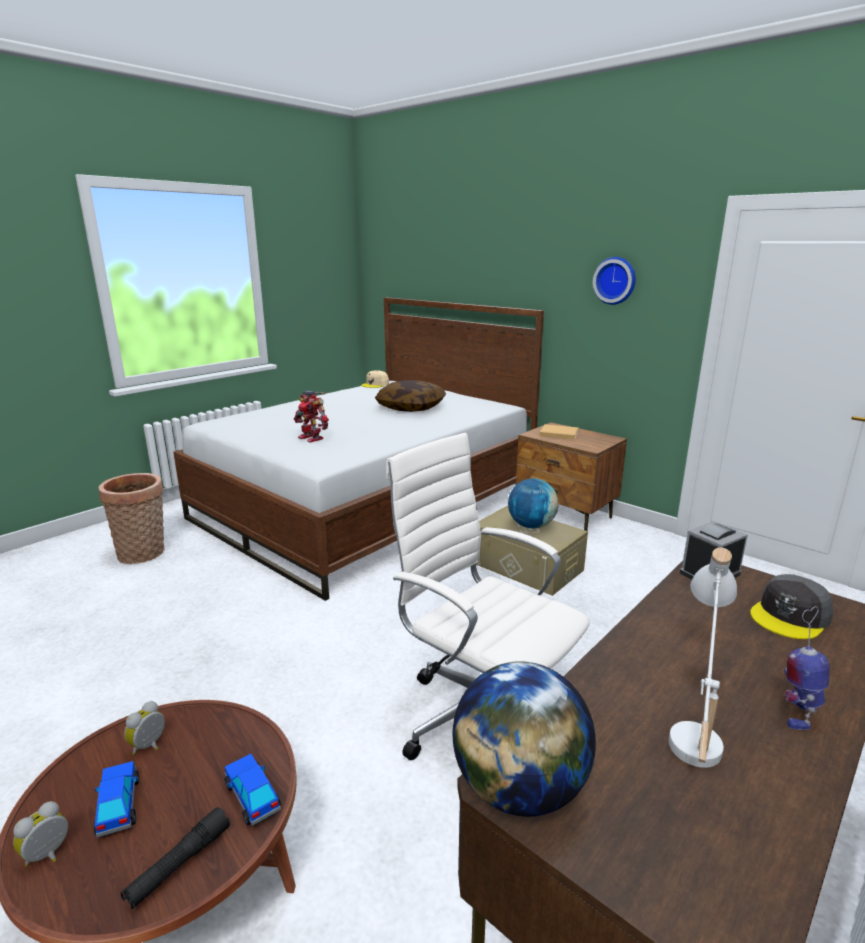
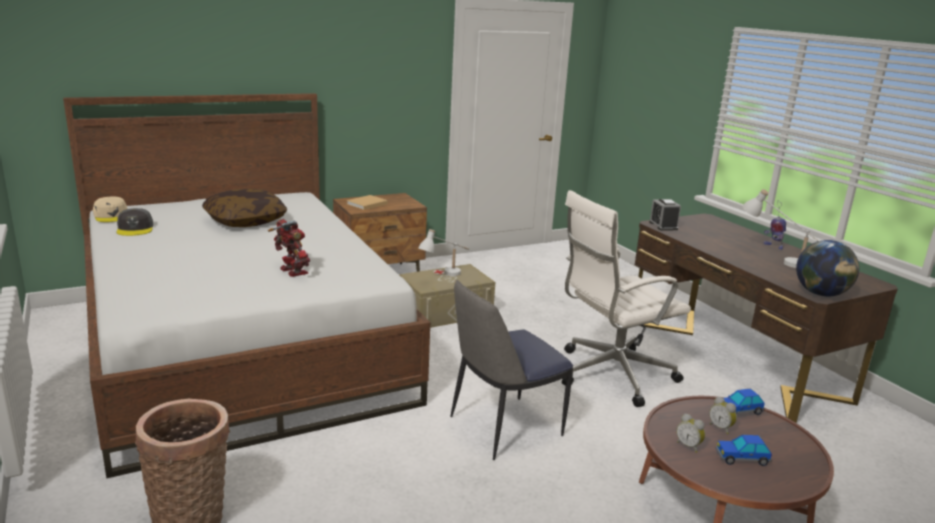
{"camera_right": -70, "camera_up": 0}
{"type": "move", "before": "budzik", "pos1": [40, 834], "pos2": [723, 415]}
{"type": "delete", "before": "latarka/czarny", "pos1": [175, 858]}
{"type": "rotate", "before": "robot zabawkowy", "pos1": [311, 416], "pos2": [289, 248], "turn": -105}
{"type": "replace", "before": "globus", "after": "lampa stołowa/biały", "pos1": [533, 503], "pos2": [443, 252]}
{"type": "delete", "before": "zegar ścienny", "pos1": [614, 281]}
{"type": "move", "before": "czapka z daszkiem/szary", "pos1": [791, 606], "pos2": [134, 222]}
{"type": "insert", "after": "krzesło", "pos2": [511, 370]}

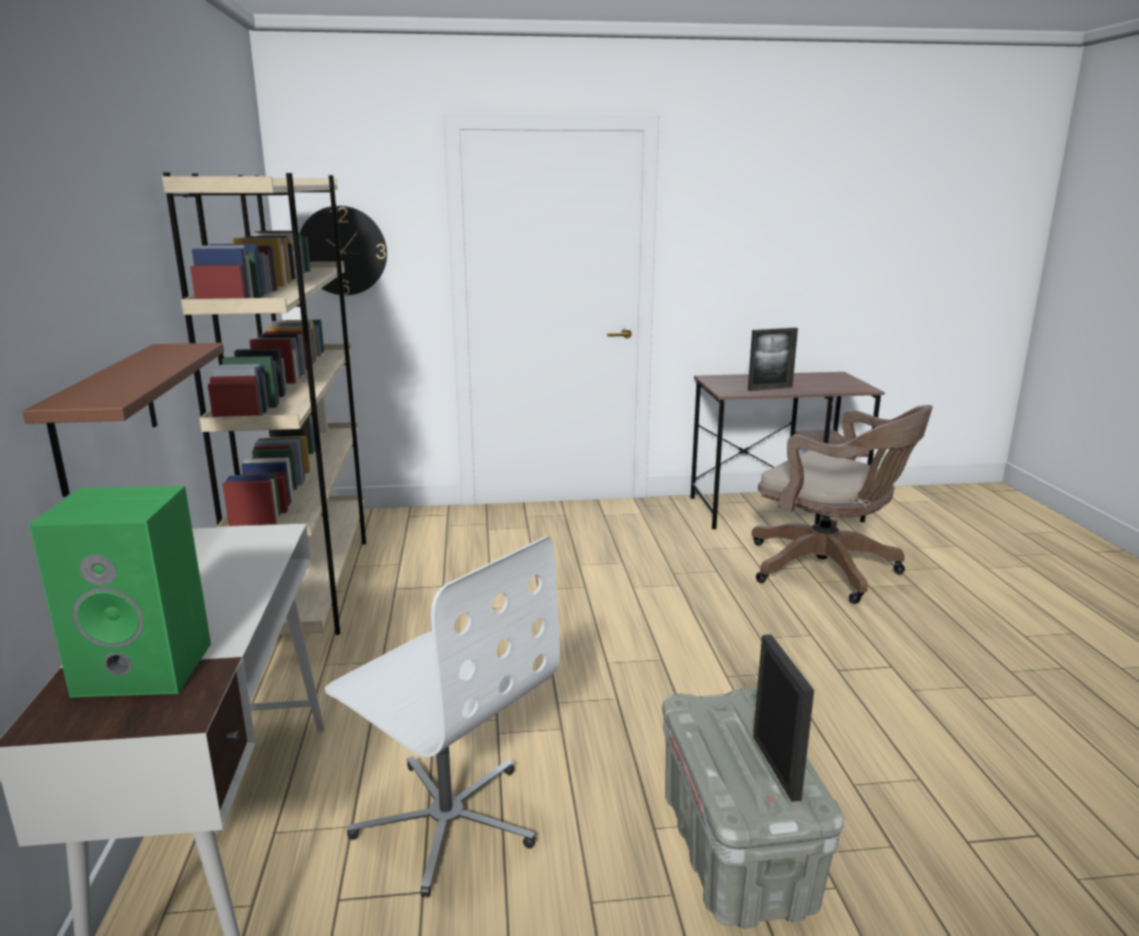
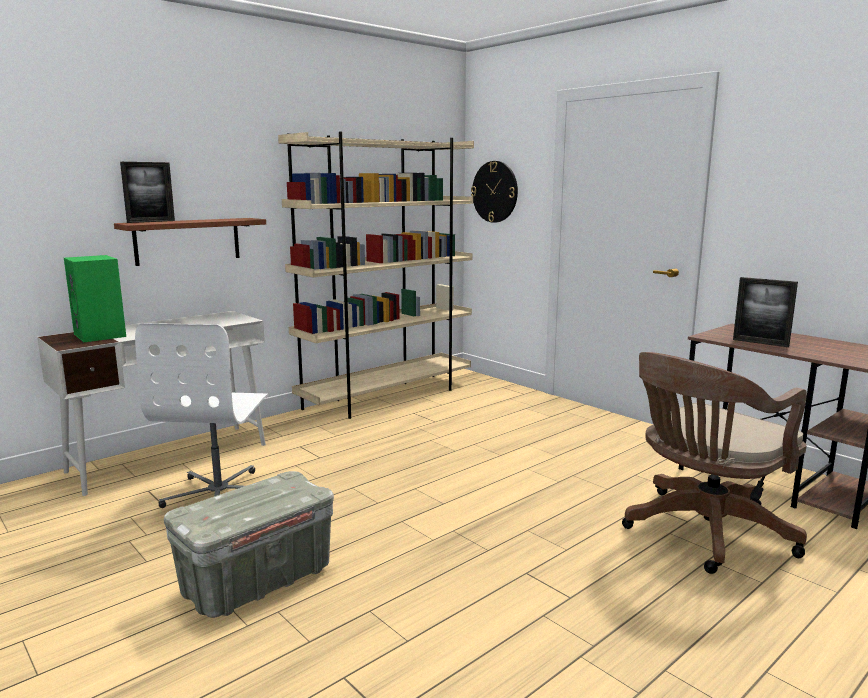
{"camera_right": 55, "camera_up": -5}
{"type": "rotate", "before": "krzesło biurowe/brązowy", "pos1": [842, 504], "pos2": [714, 463], "turn": 45}
{"type": "move", "before": "ramka na zdjęcie", "pos1": [783, 718], "pos2": [147, 192]}

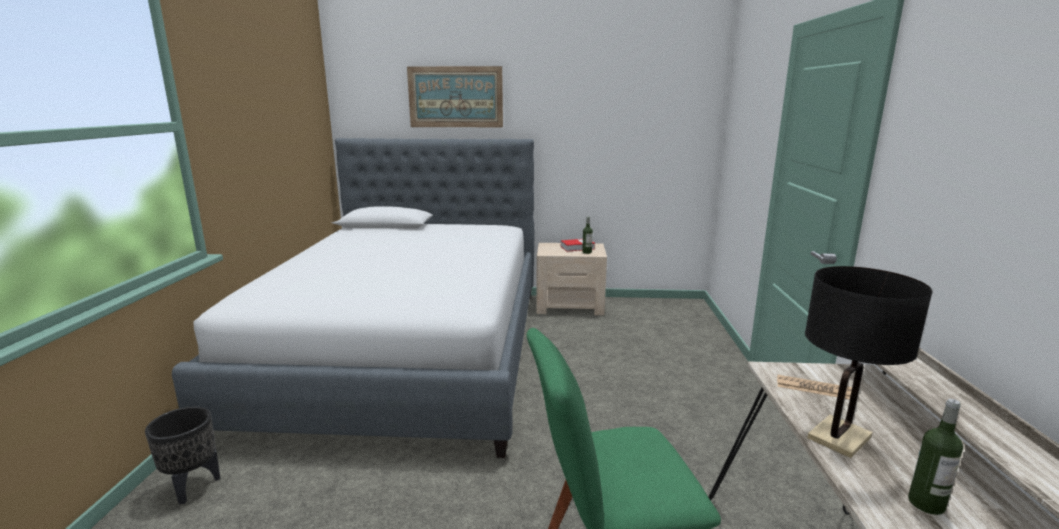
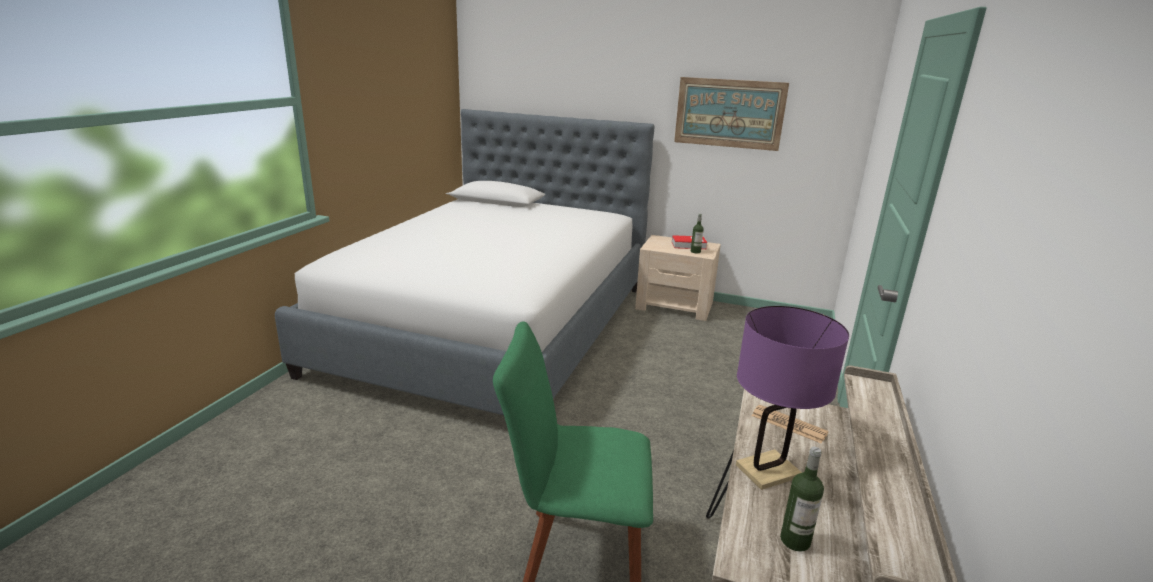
{"camera_right": 15, "camera_up": 5}
{"type": "delete", "before": "donica/czarny", "pos1": [182, 455]}
{"type": "move", "before": "obraz", "pos1": [455, 96], "pos2": [731, 114]}
{"type": "recolor", "before": "lampa stołowa/czarny", "after": "lampa stołowa/fioletowy", "pos1": [868, 362], "pos2": [792, 398]}

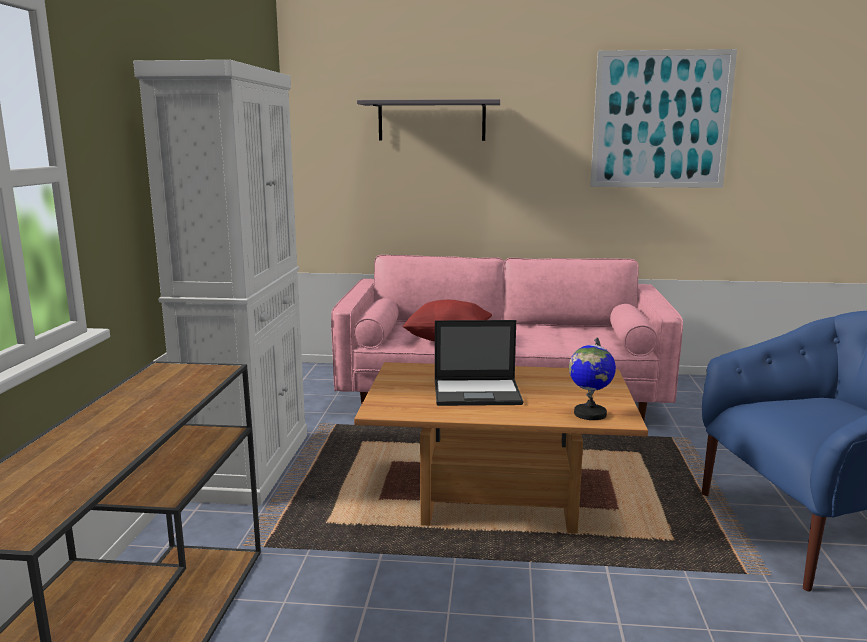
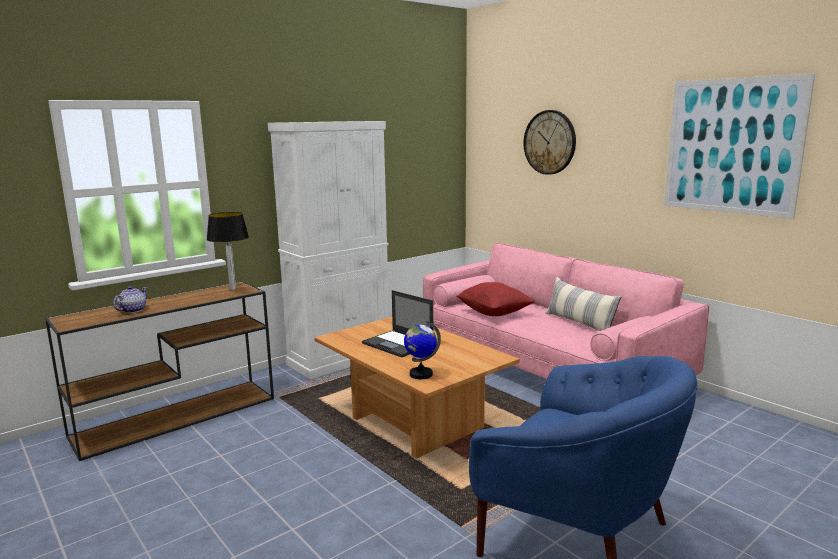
{"camera_right": 45, "camera_up": 0}
{"type": "replace", "before": "półka/szary", "after": "zegar ścienny", "pos1": [428, 120], "pos2": [549, 142]}
{"type": "insert", "after": "imbryk", "pos2": [130, 299]}
{"type": "insert", "after": "lampa stołowa", "pos2": [228, 251]}
{"type": "insert", "after": "poduszka", "pos2": [583, 304]}

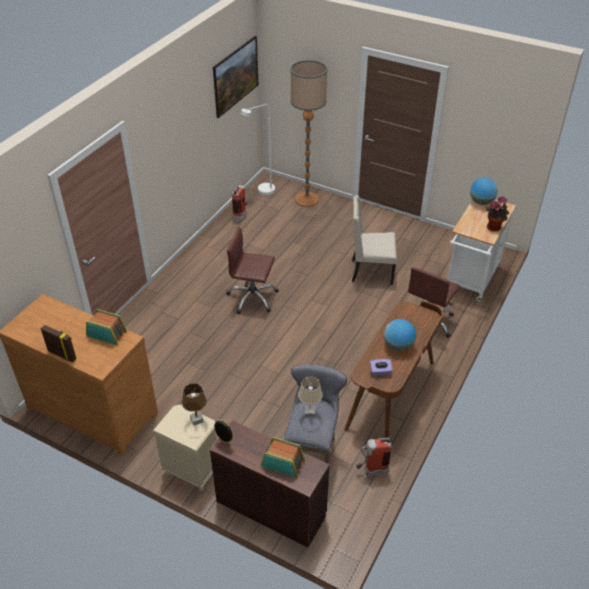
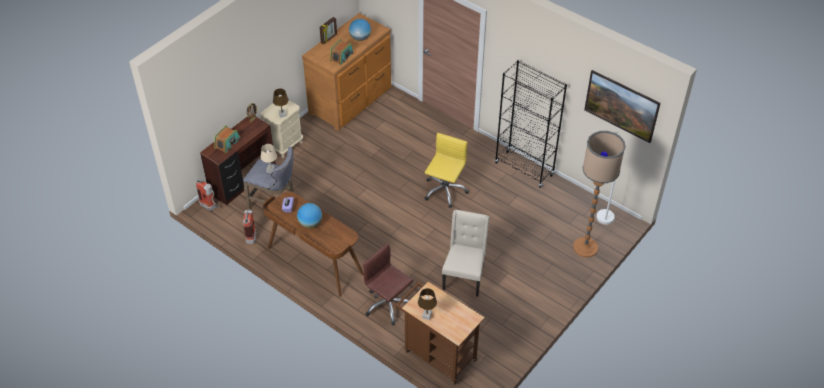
{"camera_right": 100, "camera_up": 5}
{"type": "recolor", "before": "krzesło biurowe/brązowy", "after": "krzesło biurowe/żółty", "pos1": [252, 270], "pos2": [446, 170]}
{"type": "move", "before": "gaśnica", "pos1": [239, 203], "pos2": [207, 195]}
{"type": "recolor", "before": "wózek/biały", "after": "wózek/brązowy", "pos1": [481, 250], "pos2": [439, 333]}
{"type": "move", "before": "globus", "pos1": [484, 191], "pos2": [360, 30]}
{"type": "replace", "before": "roślina doniczkowa", "after": "lampa stołowa/brązowy", "pos1": [497, 213], "pos2": [427, 304]}
{"type": "insert", "after": "regał/czarny", "pos2": [531, 124]}

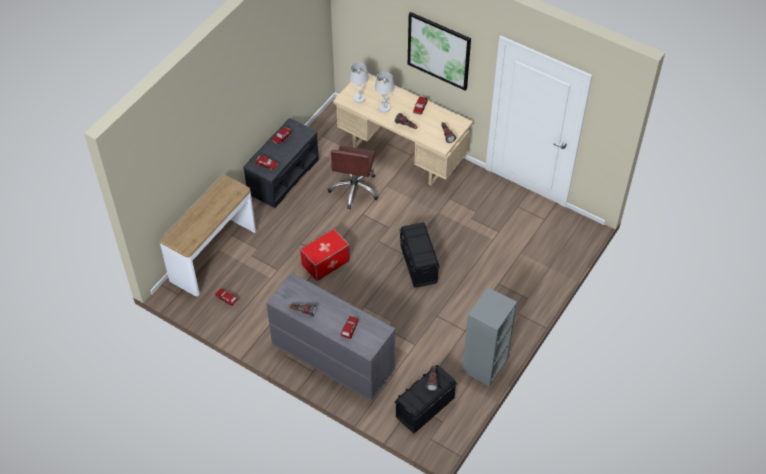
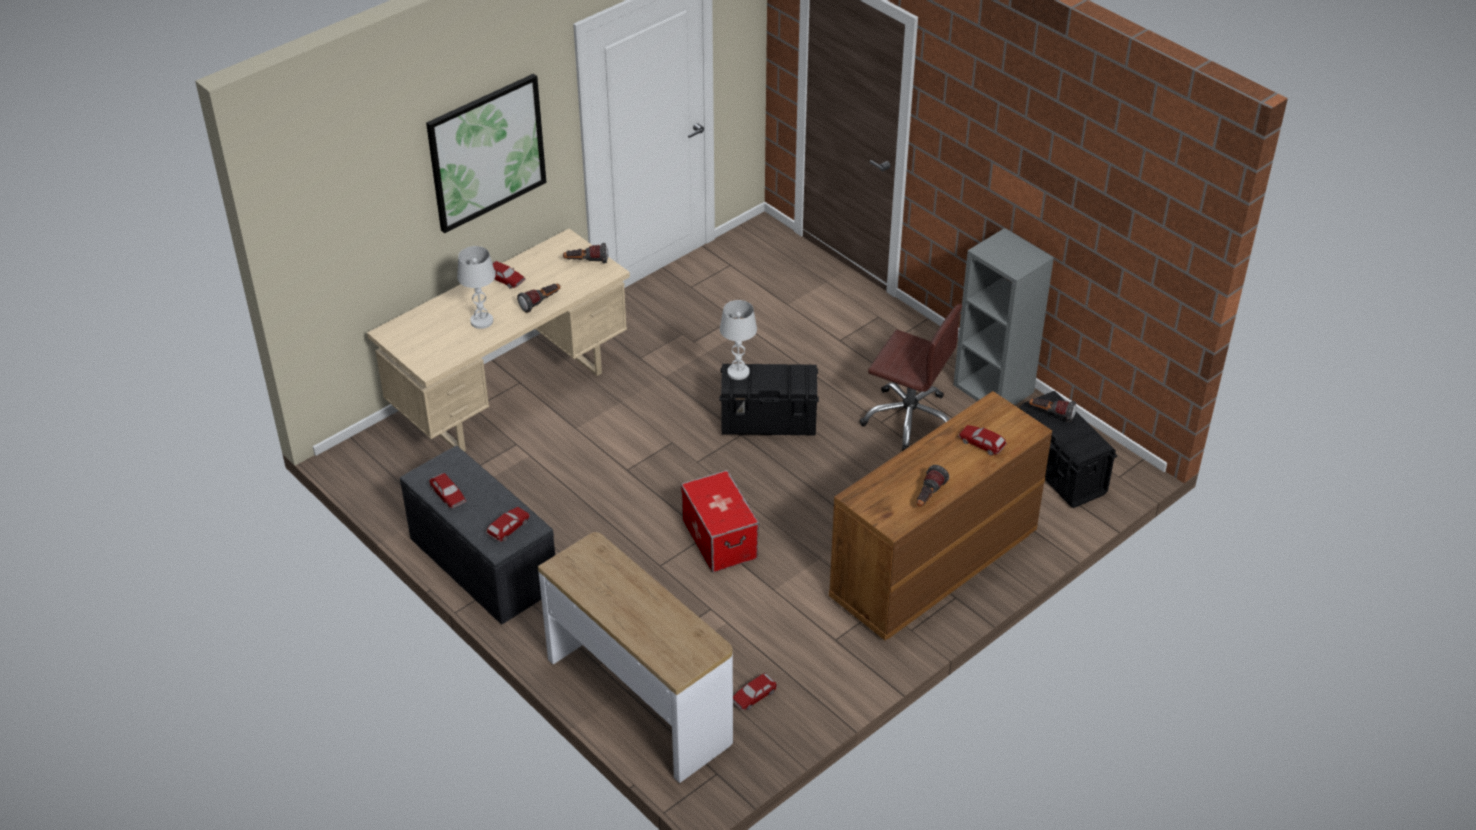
{"camera_right": -75, "camera_up": -10}
{"type": "recolor", "before": "komoda/szary", "after": "komoda/brązowy", "pos1": [330, 337], "pos2": [940, 515]}
{"type": "move", "before": "krzesło biurowe/brązowy", "pos1": [353, 177], "pos2": [910, 377]}
{"type": "move", "before": "lampa stołowa/biały", "pos1": [359, 83], "pos2": [738, 340]}

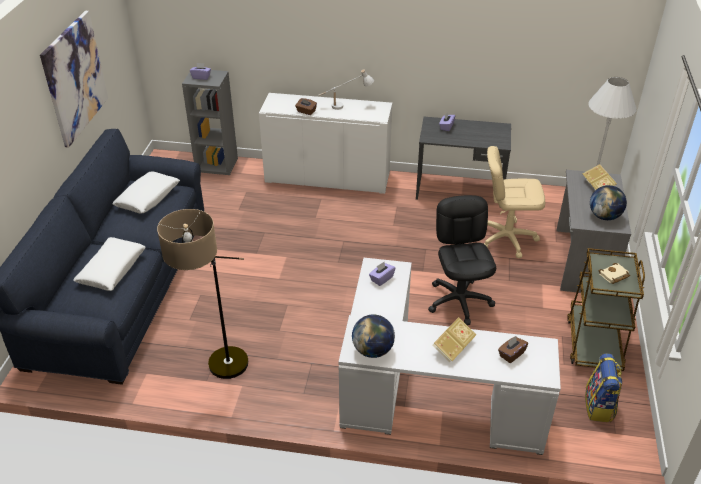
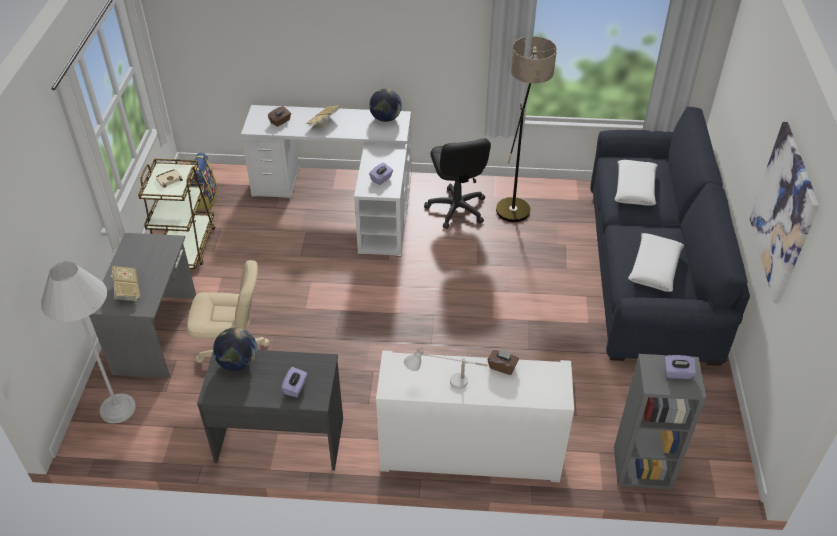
{"camera_right": 175, "camera_up": 5}
{"type": "move", "before": "krzesło biurowe/czarny", "pos1": [462, 260], "pos2": [457, 183]}
{"type": "move", "before": "globus", "pos1": [608, 202], "pos2": [235, 349]}

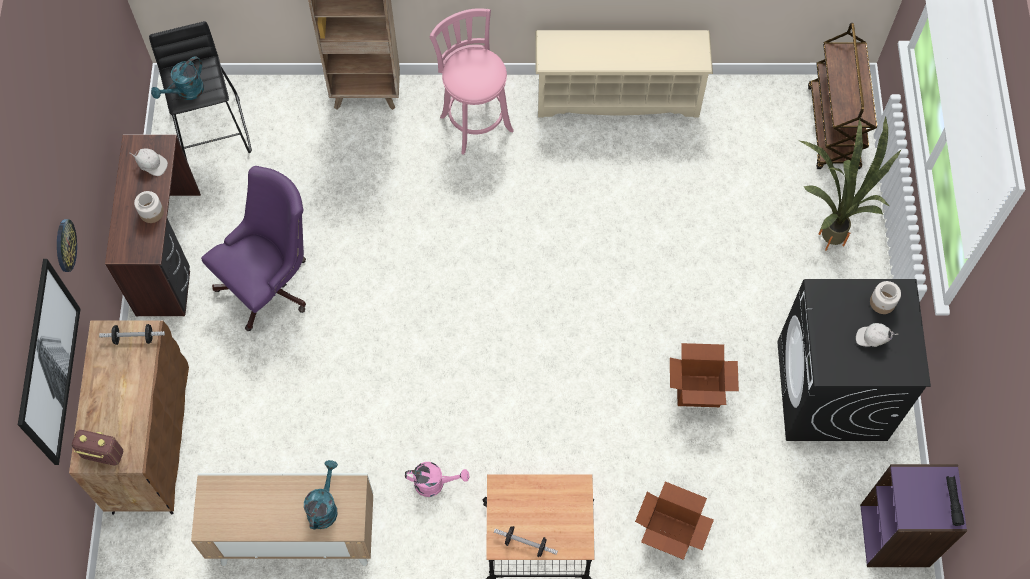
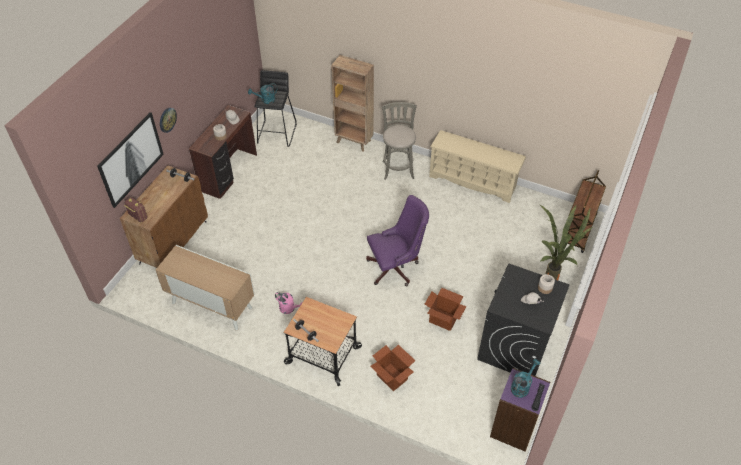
{"camera_right": 25, "camera_up": -15}
{"type": "move", "before": "krzesło biurowe/fioletowy", "pos1": [253, 248], "pos2": [397, 240]}
{"type": "move", "before": "konewka/turkusowy", "pos1": [321, 495], "pos2": [525, 378]}
{"type": "recolor", "before": "stołek/różowy", "after": "stołek/szary", "pos1": [472, 81], "pos2": [399, 141]}

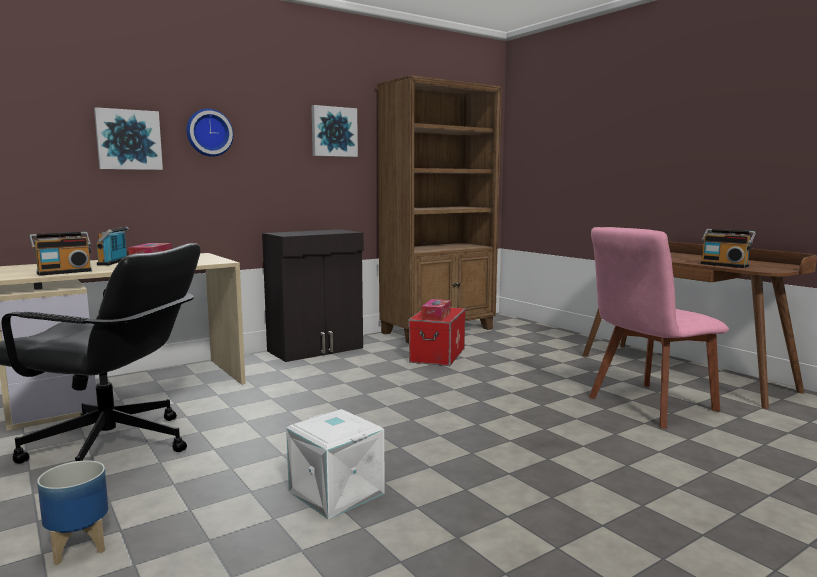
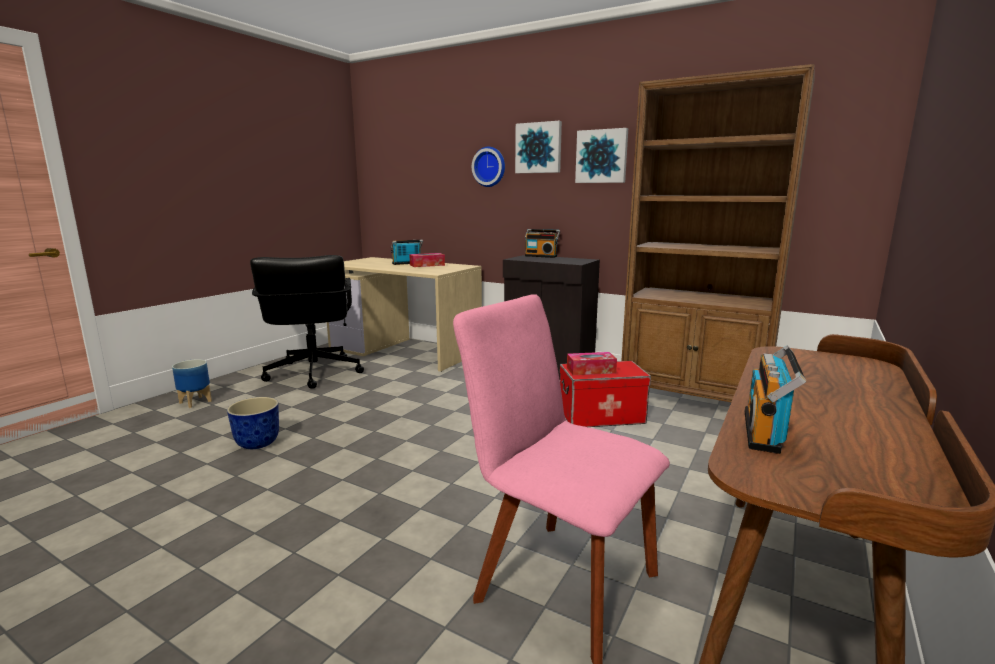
{"camera_right": 65, "camera_up": 5}
{"type": "move", "before": "radio", "pos1": [61, 254], "pos2": [542, 243]}
{"type": "move", "before": "obraz", "pos1": [128, 138], "pos2": [538, 147]}
{"type": "replace", "before": "pojemnik do przechowywania/biały", "after": "donica", "pos1": [335, 464], "pos2": [253, 423]}

